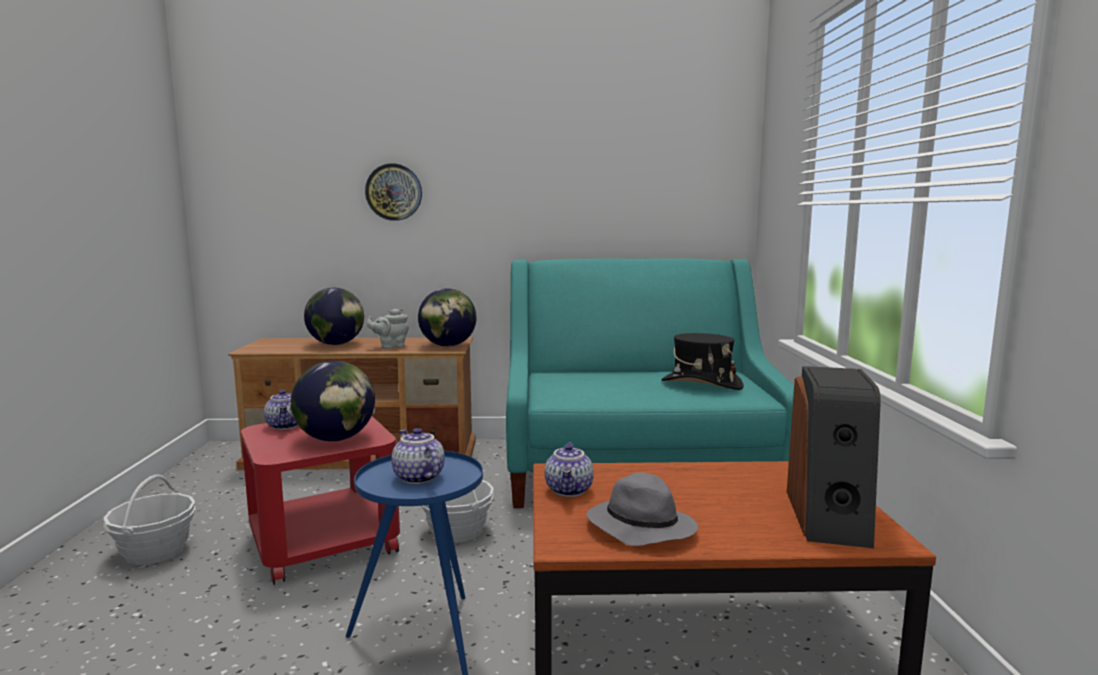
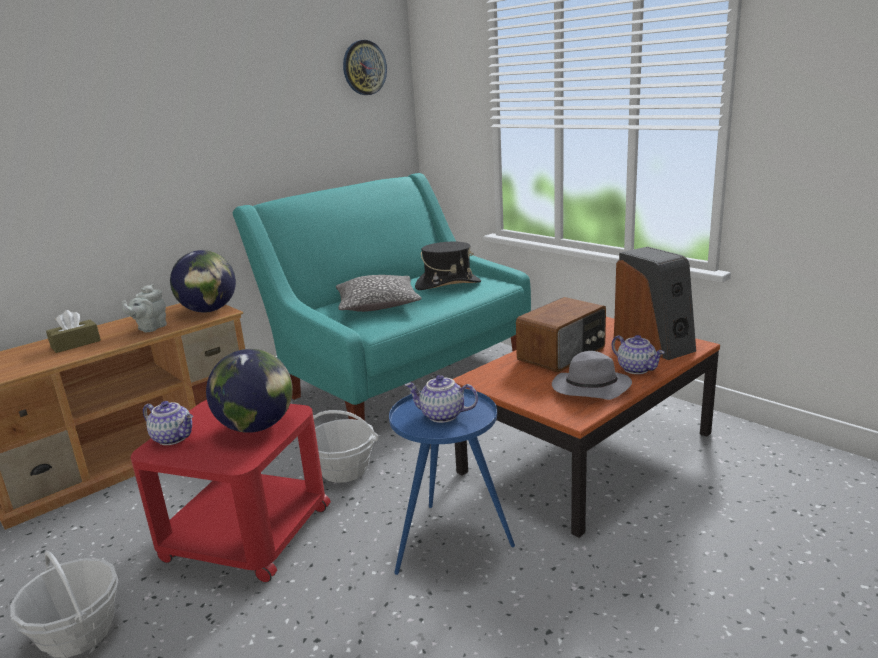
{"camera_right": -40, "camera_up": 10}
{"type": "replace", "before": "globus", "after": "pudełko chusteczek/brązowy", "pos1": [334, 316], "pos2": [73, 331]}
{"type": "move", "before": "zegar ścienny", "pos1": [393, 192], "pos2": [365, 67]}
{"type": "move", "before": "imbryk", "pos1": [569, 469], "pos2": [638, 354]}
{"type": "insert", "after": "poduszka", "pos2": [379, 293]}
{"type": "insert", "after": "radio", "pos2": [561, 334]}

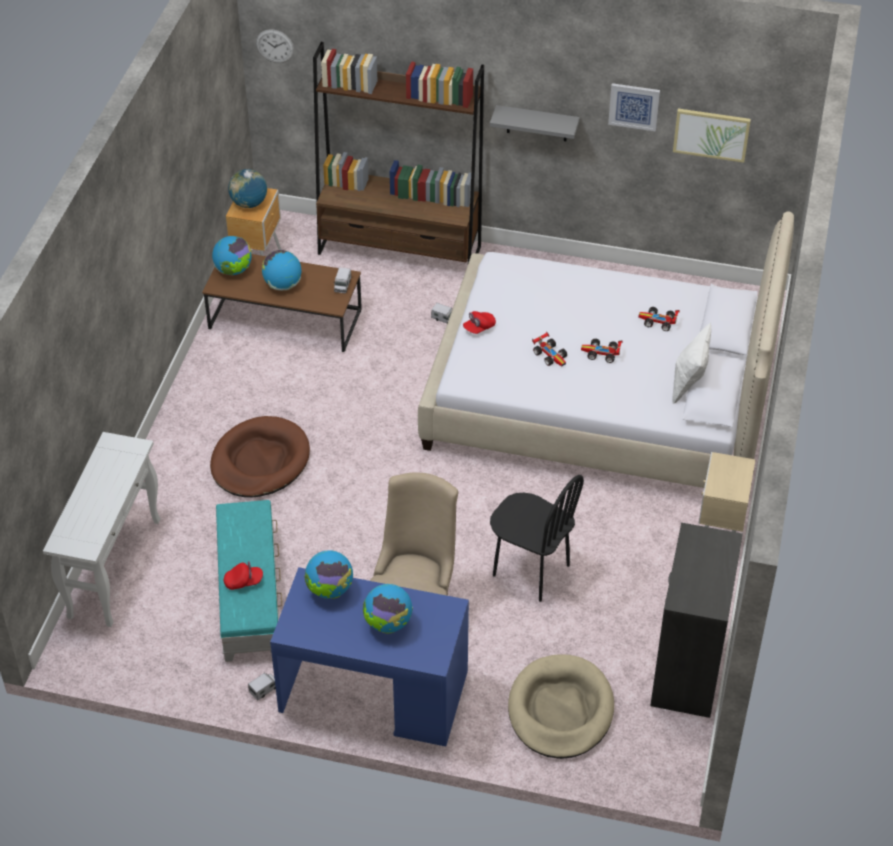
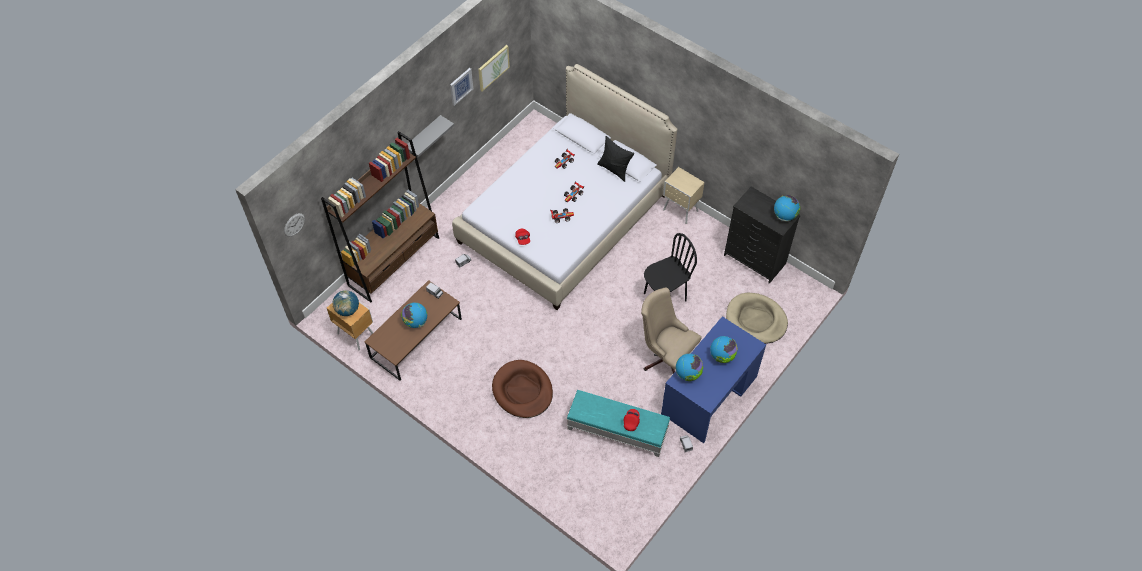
{"camera_right": -65, "camera_up": 10}
{"type": "delete", "before": "stolik konsolowy/biały", "pos1": [101, 529]}
{"type": "move", "before": "globus", "pos1": [232, 255], "pos2": [787, 208]}
{"type": "recolor", "before": "poduszka/biały", "after": "poduszka/czarny", "pos1": [692, 363], "pos2": [615, 159]}

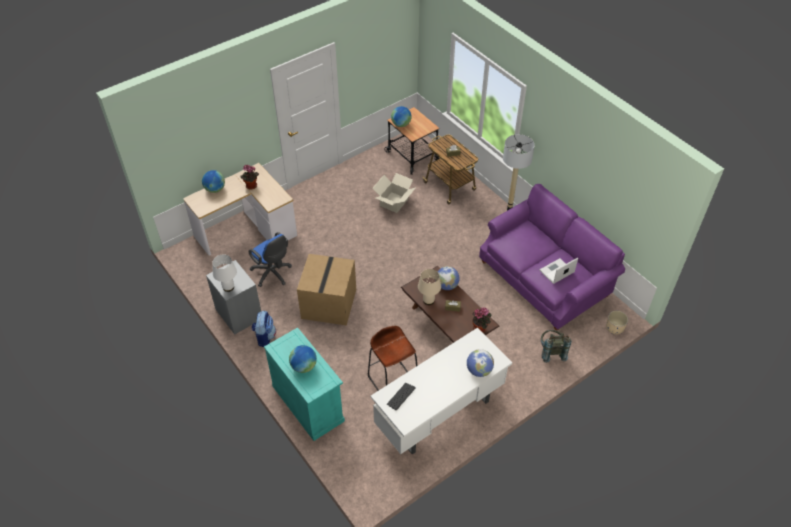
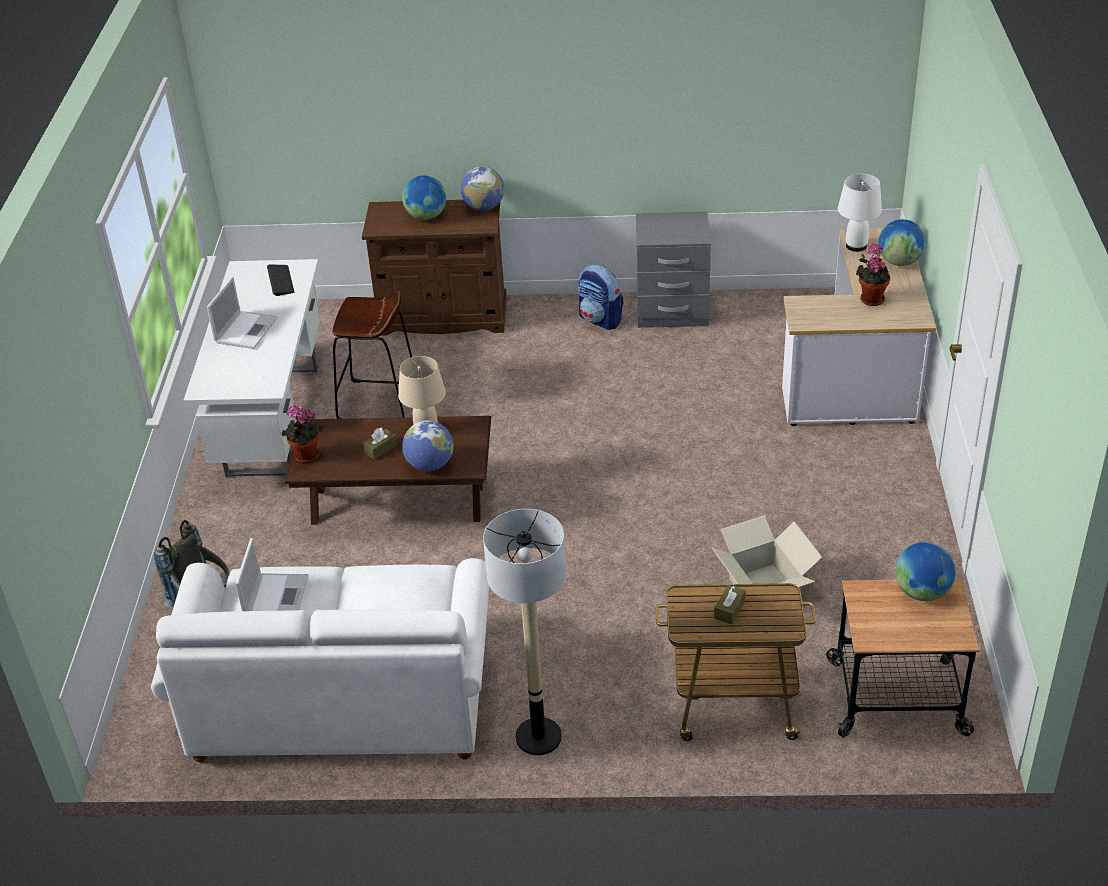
{"camera_right": 130, "camera_up": -10}
{"type": "move", "before": "lampa stołowa/biały", "pos1": [224, 273], "pos2": [860, 213]}
{"type": "delete", "before": "krzesło biurowe/niebieski", "pos1": [270, 259]}
{"type": "recolor", "before": "szafka/turkusowy", "after": "szafka/brązowy", "pos1": [304, 384], "pos2": [434, 268]}
{"type": "delete", "before": "karton", "pos1": [326, 290]}
{"type": "move", "before": "globus", "pos1": [480, 363], "pos2": [482, 188]}
{"type": "recolor", "before": "kanapa/fioletowy", "after": "kanapa/biały", "pos1": [552, 257], "pos2": [320, 660]}
{"type": "delete", "before": "donica/beżowy", "pos1": [617, 323]}
{"type": "insert", "after": "laptop", "pos2": [242, 313]}

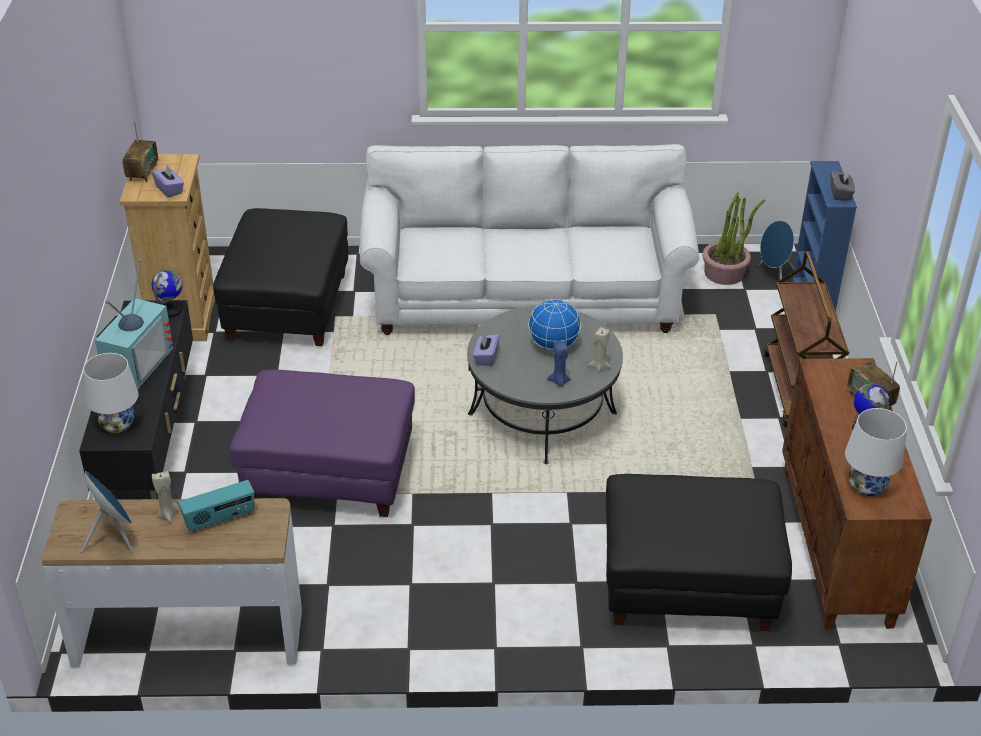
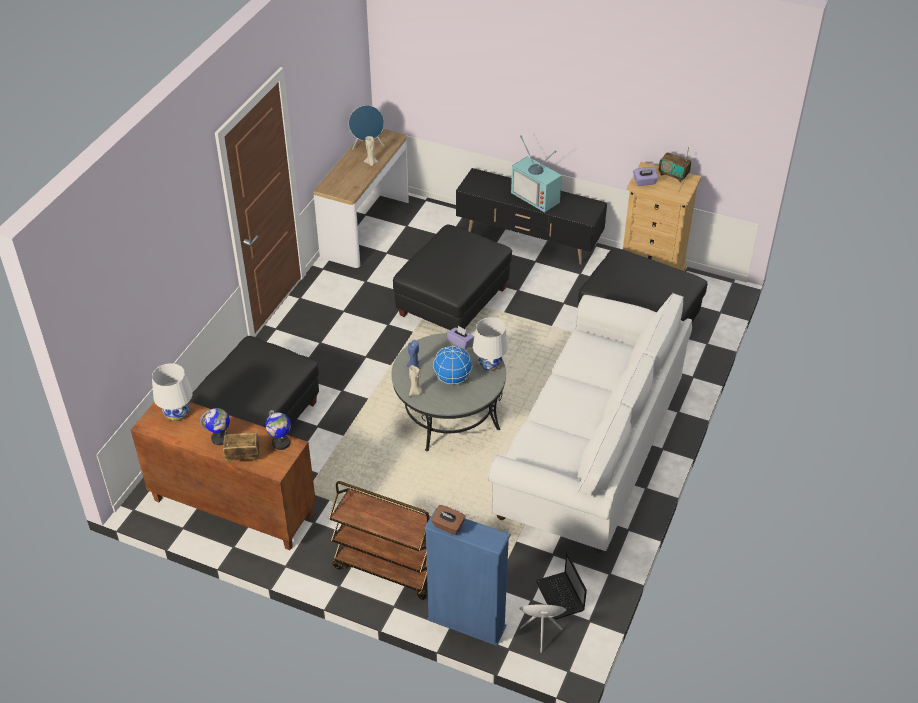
{"camera_right": 115, "camera_up": 5}
{"type": "move", "before": "lampa stołowa/biały", "pos1": [111, 393], "pos2": [490, 344]}
{"type": "move", "before": "globus", "pos1": [167, 293], "pos2": [278, 430]}
{"type": "delete", "before": "radio", "pos1": [216, 506]}
{"type": "recolor", "before": "pufa/fioletowy", "after": "pufa/czarny", "pos1": [322, 443], "pos2": [452, 277]}
{"type": "replace", "before": "roślina doniczkowa", "after": "laptop", "pos1": [733, 238], "pos2": [561, 586]}
{"type": "recolor", "before": "pudełko chusteczek/szary", "after": "pudełko chusteczek/brązowy", "pos1": [843, 185], "pos2": [448, 520]}

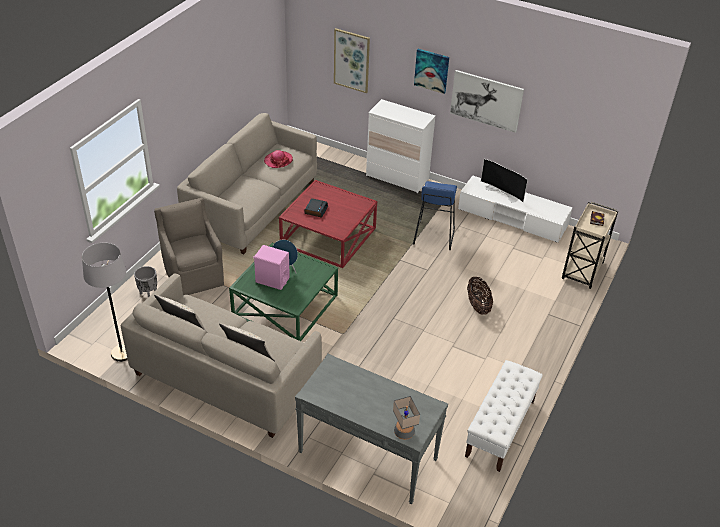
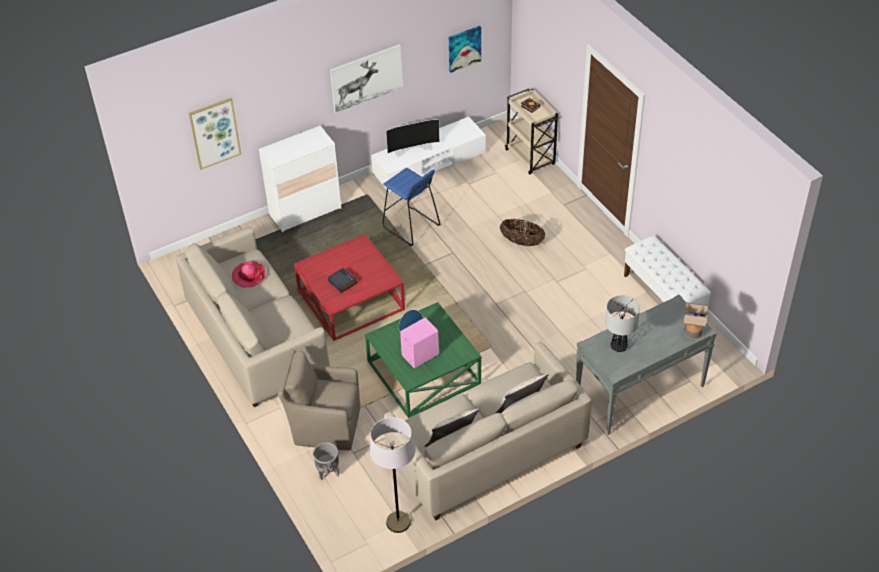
{"camera_right": -55, "camera_up": 5}
{"type": "move", "before": "obraz", "pos1": [431, 71], "pos2": [465, 49]}
{"type": "insert", "after": "lampa stołowa", "pos2": [622, 323]}

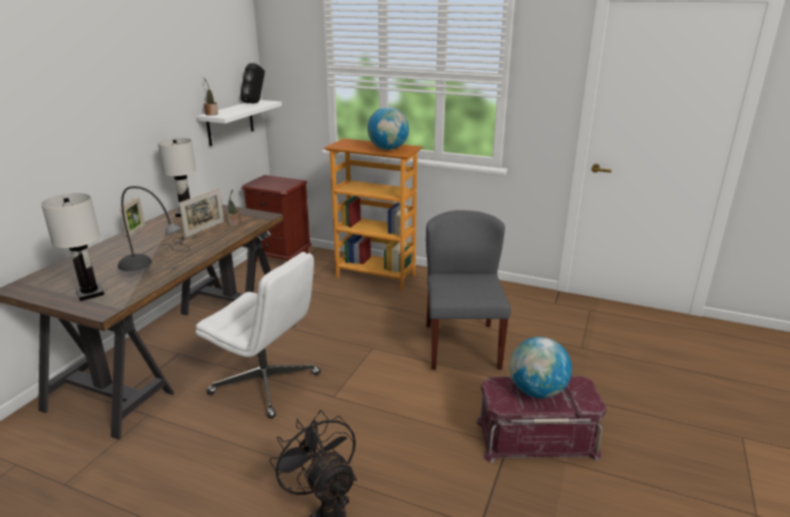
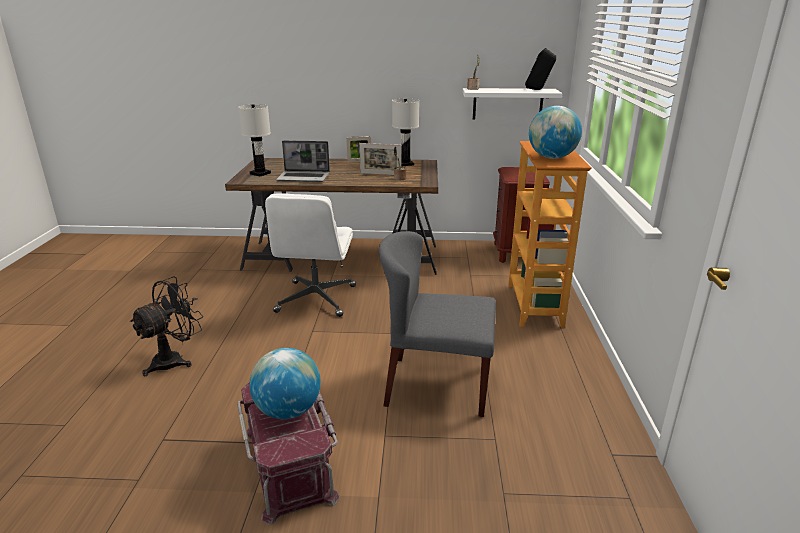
{"camera_right": 70, "camera_up": 0}
{"type": "replace", "before": "lampa stołowa/szary", "after": "laptop", "pos1": [154, 228], "pos2": [303, 161]}
{"type": "rotate", "before": "krzesło/szary", "pos1": [468, 290], "pos2": [437, 324], "turn": -150}

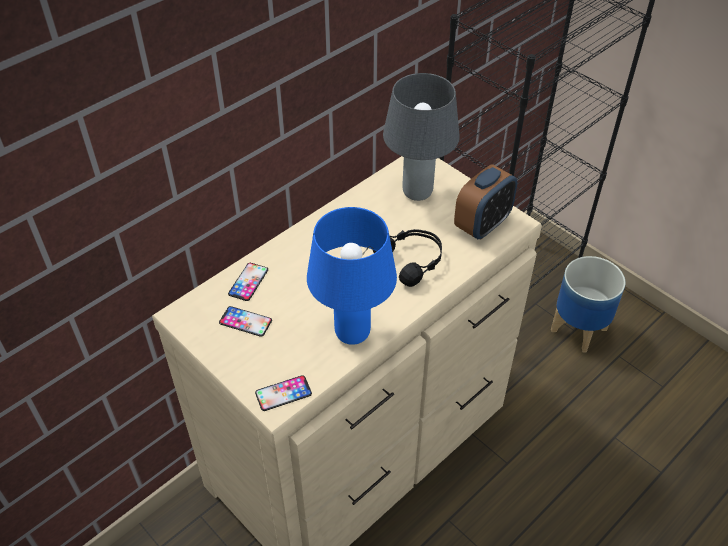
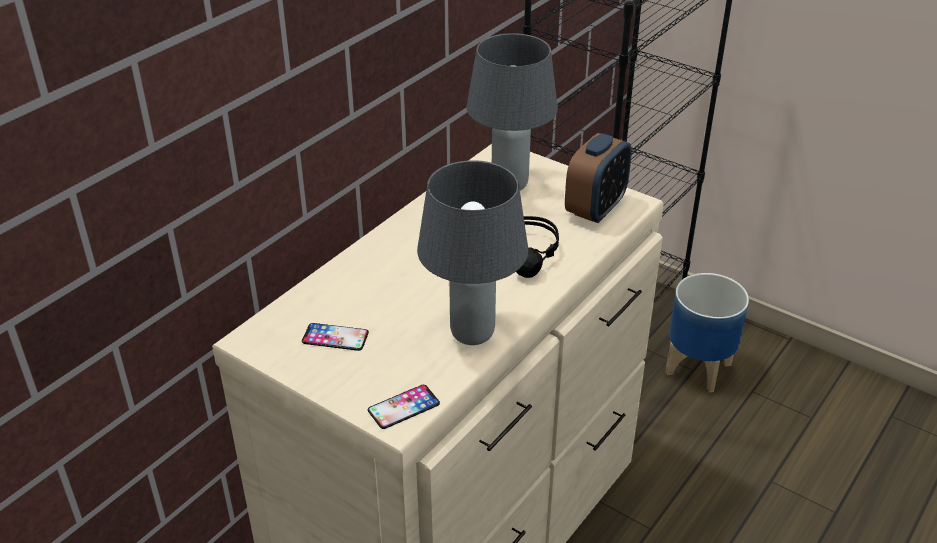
{"camera_right": -10, "camera_up": -10}
{"type": "delete", "before": "telefon", "pos1": [248, 282]}
{"type": "recolor", "before": "lampa stołowa/niebieski", "after": "lampa stołowa/szary", "pos1": [352, 276], "pos2": [472, 252]}

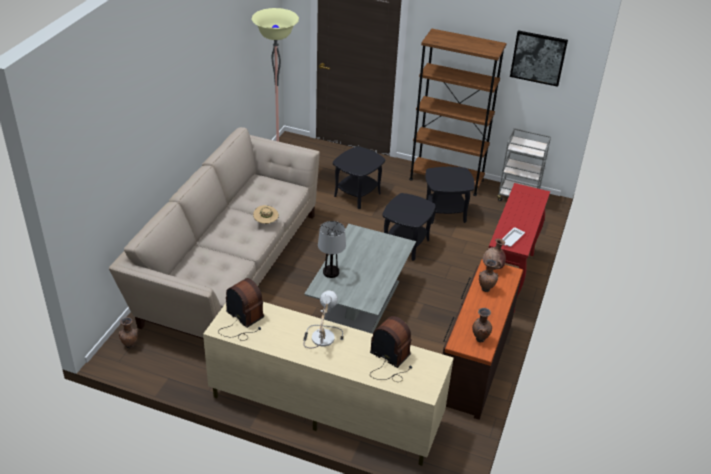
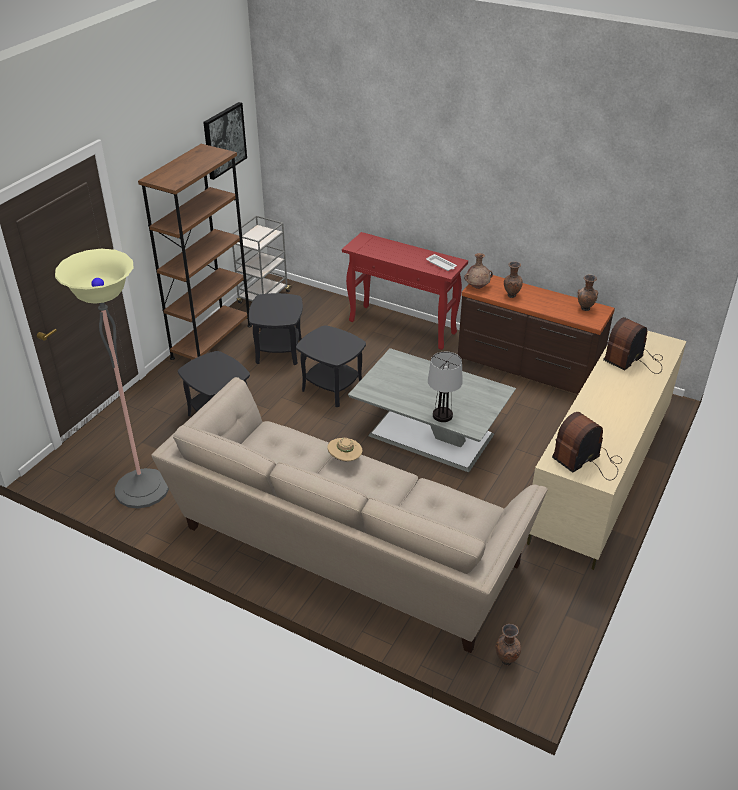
{"camera_right": -80, "camera_up": 0}
{"type": "delete", "before": "lampa stołowa", "pos1": [323, 319]}

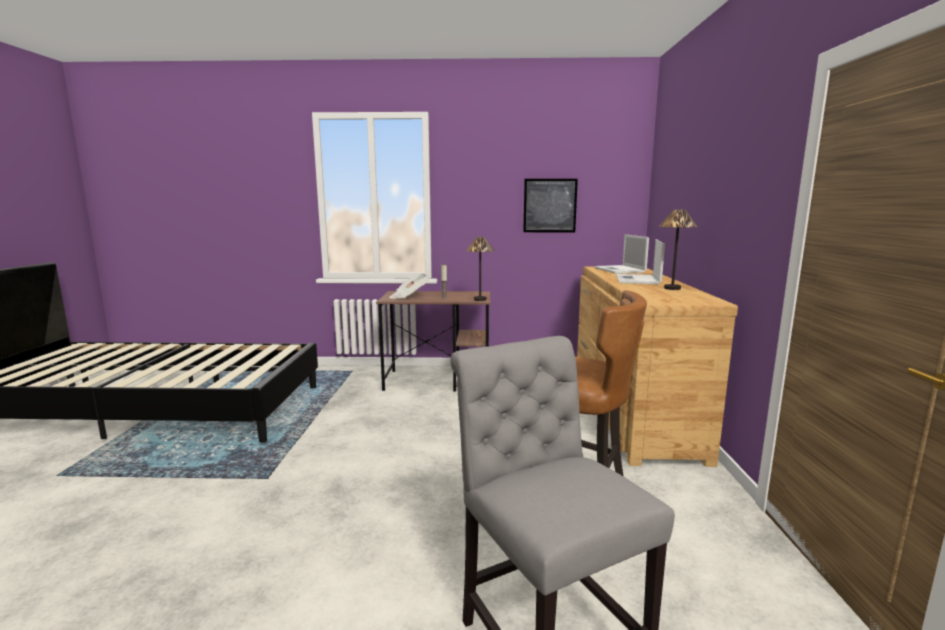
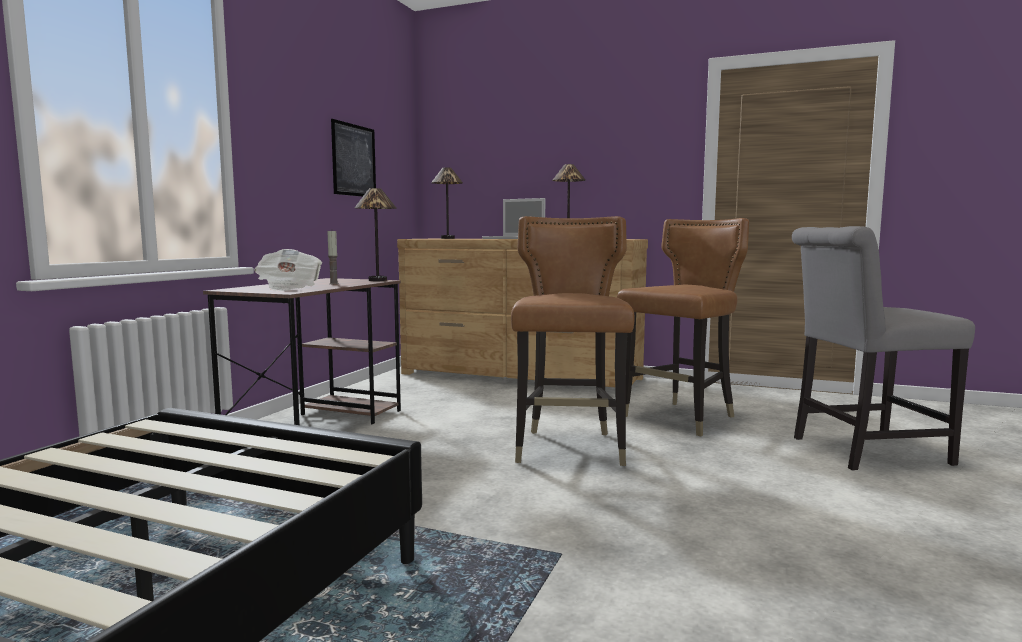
{"camera_right": -70, "camera_up": -5}
{"type": "replace", "before": "laptop", "after": "lampa stołowa", "pos1": [621, 254], "pos2": [447, 203]}
{"type": "insert", "after": "krzesło/brązowy", "pos2": [573, 341]}

